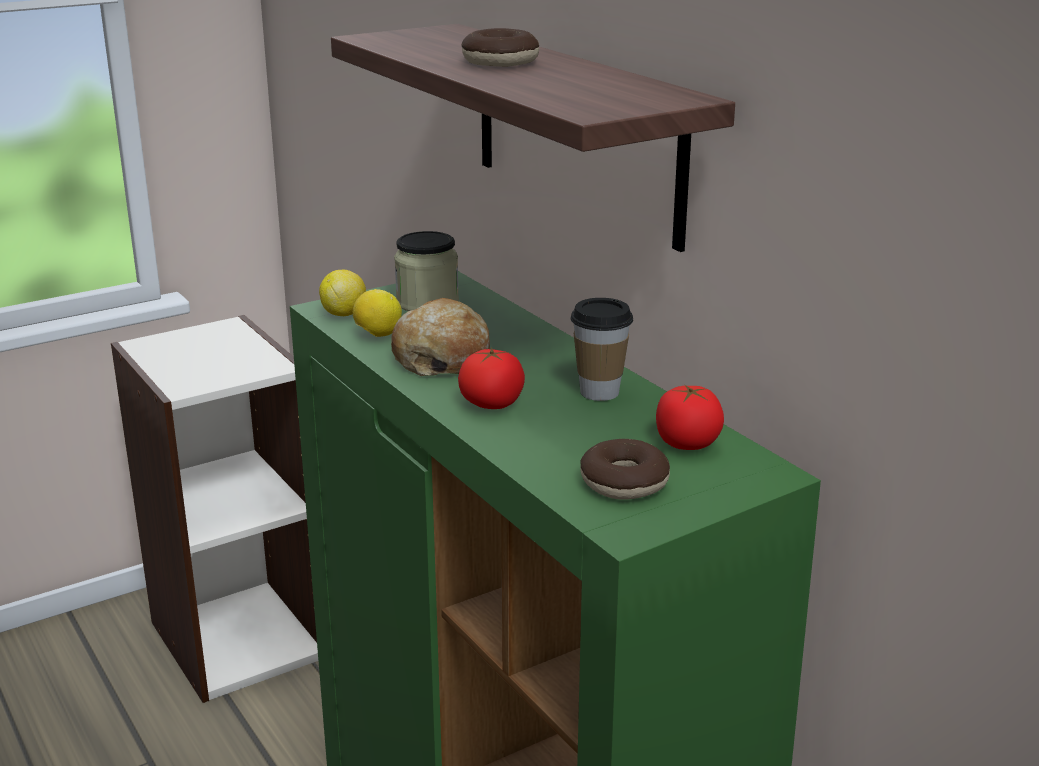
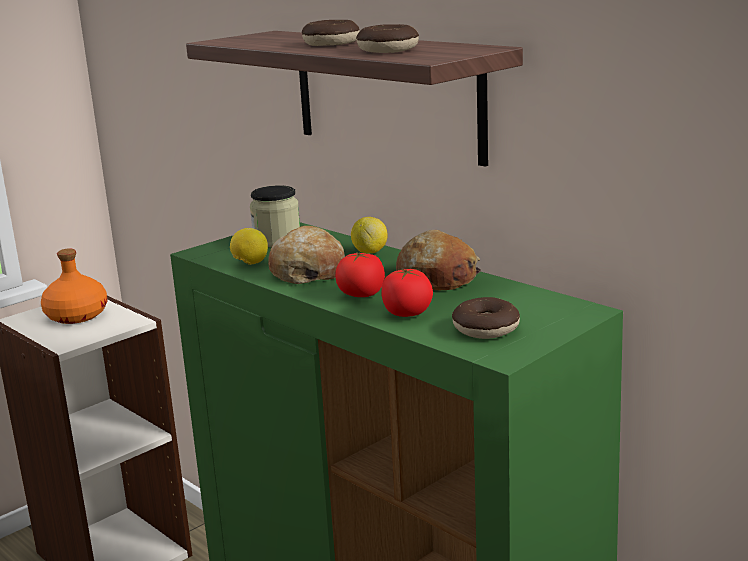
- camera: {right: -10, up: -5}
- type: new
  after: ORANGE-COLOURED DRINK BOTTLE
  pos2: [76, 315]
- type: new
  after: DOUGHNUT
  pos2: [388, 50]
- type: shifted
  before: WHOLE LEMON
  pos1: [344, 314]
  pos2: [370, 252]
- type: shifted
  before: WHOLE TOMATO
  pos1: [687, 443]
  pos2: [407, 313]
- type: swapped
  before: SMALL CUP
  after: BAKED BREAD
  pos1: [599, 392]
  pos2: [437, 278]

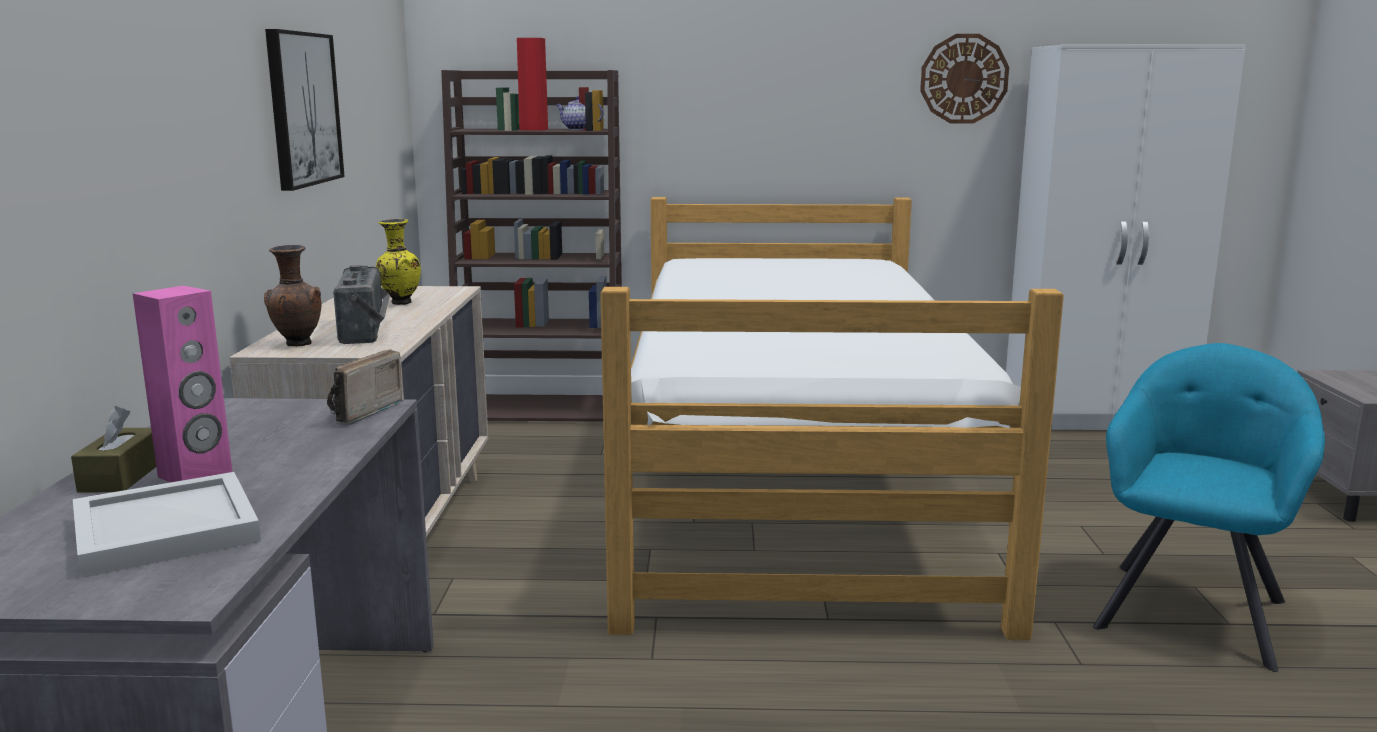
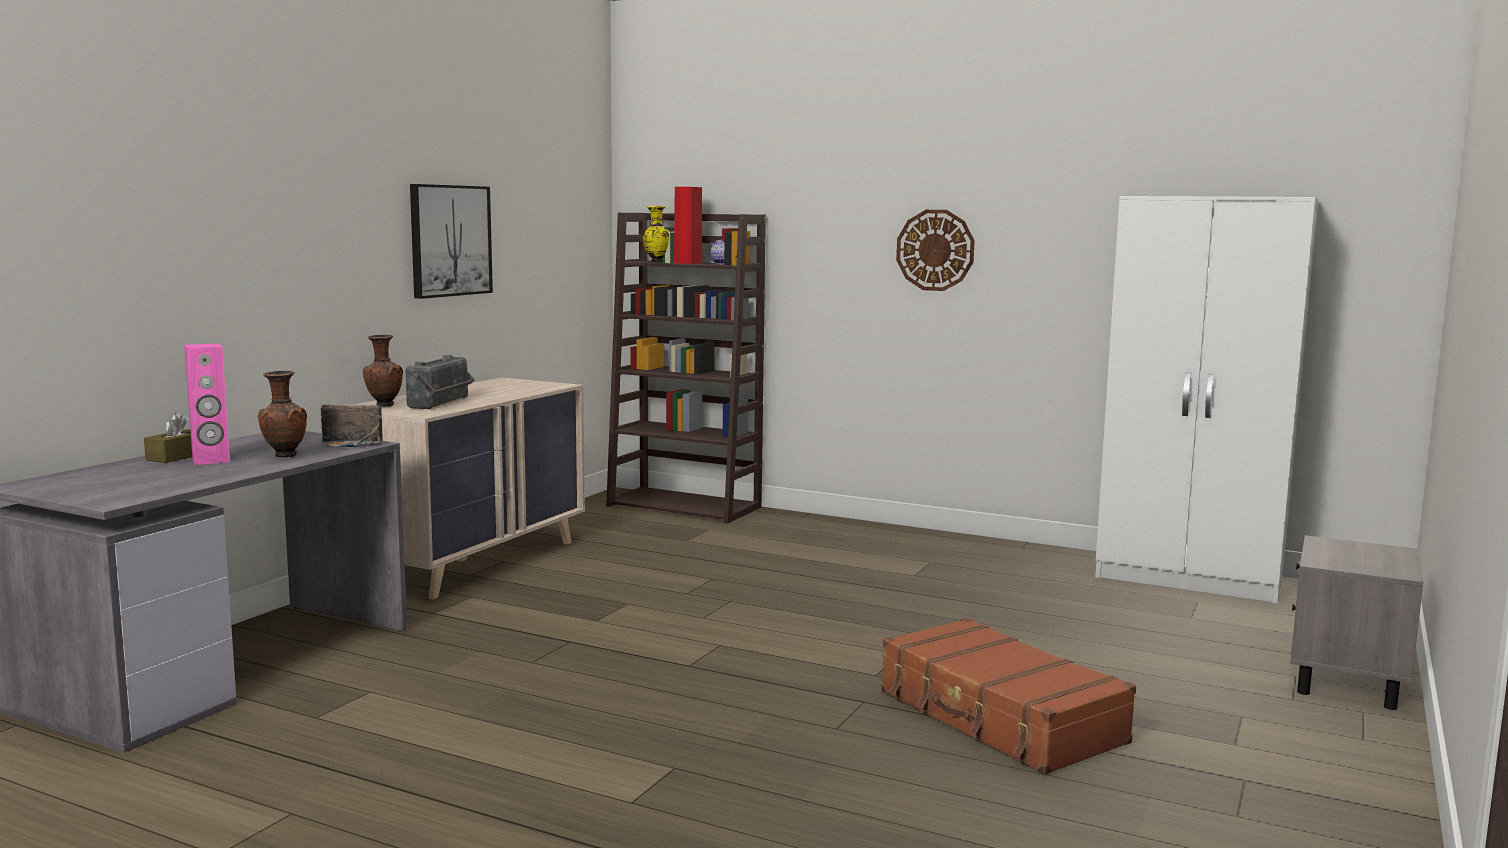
- camera: {right: 25, up: -5}
- type: gone
  before: WHITE SERVING TRAY
  pos1: [163, 531]
- type: gone
  before: SLEEPING BED
  pos1: [793, 488]
- type: new
  after: BROWN-COLOURED FLOWER VASE
  pos2: [284, 456]
- type: shifted
  before: YELLOWISH FLOWER VASE
  pos1: [399, 303]
  pos2: [656, 262]
- type: shifted
  before: HANGING CLOCK
  pos1: [964, 79]
  pos2: [935, 250]
- type: swapped
  before: TURQUOISE-COLOURED EASY CHAIR
  after: BROWN-COLOURED TRAVEL CASE
  pos1: [1192, 609]
  pos2: [999, 718]
- type: rotated
  before: RADIO
  pos1: [358, 413]
  pos2: [351, 445]
  turn: -135

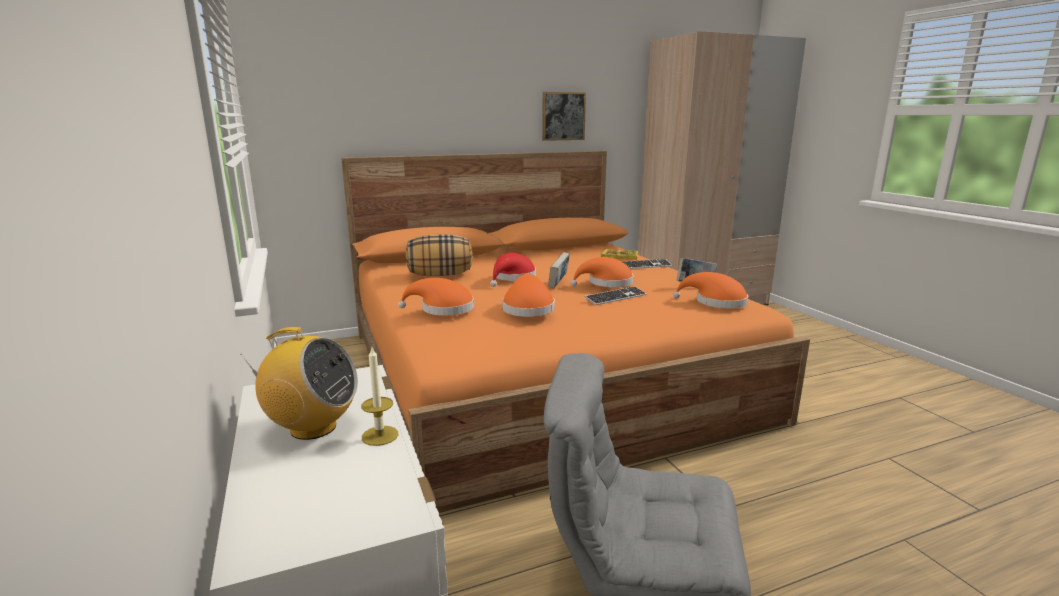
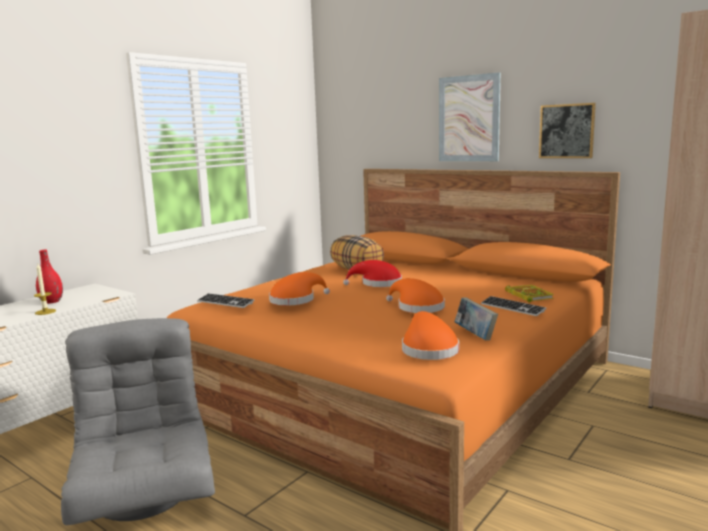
- camera: {right: 60, up: -5}
- type: gone
  before: ORANGE-COLOURED CLOTHING HAT
  pos1: [443, 309]
- type: gone
  before: BOUND BOOK
  pos1: [558, 284]
- type: new
  after: WALL PICTURE
  pos2: [469, 118]
- type: shifted
  before: COMPUTER KEYBOARD
  pos1: [616, 297]
  pos2: [225, 302]
- type: swapped
  before: RADIO
  after: REDDISH FLOWER VASE
  pos1: [312, 428]
  pos2: [51, 302]

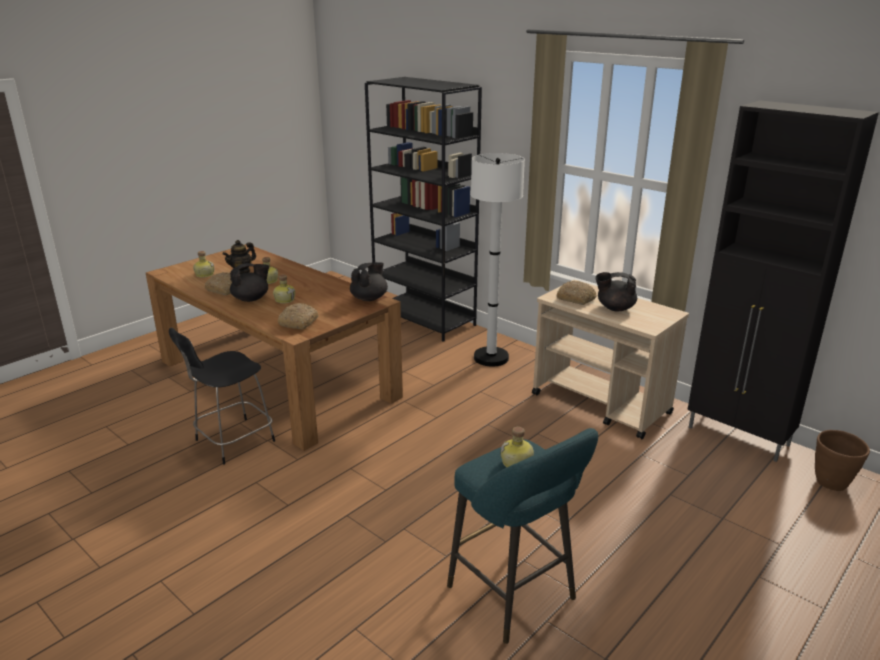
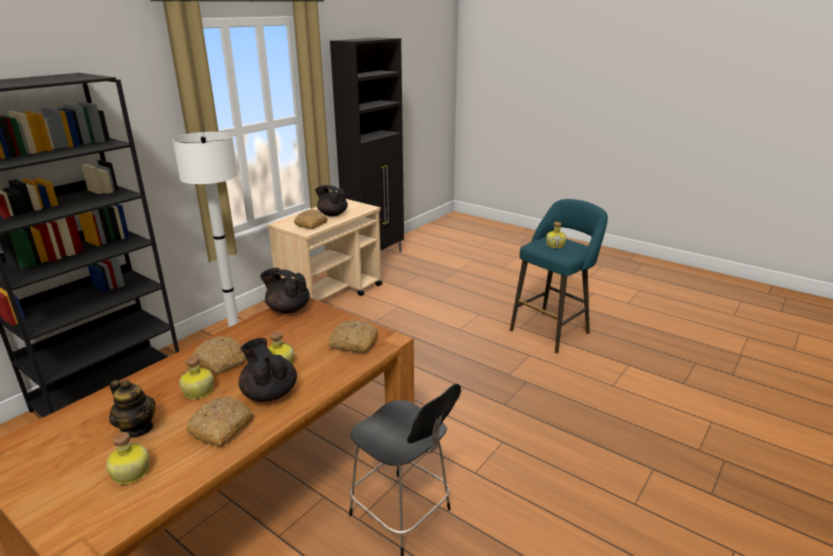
- camera: {right: -95, up: 0}
- type: gone
  before: BROWN-COLOURED PLANT POT
  pos1: [832, 484]
- type: new
  after: BAKED BREAD
  pos2: [222, 361]
- type: rotated
  before: BLACK-COLOURED POT FOR TEA
  pos1: [614, 308]
  pos2: [332, 214]
  turn: 120

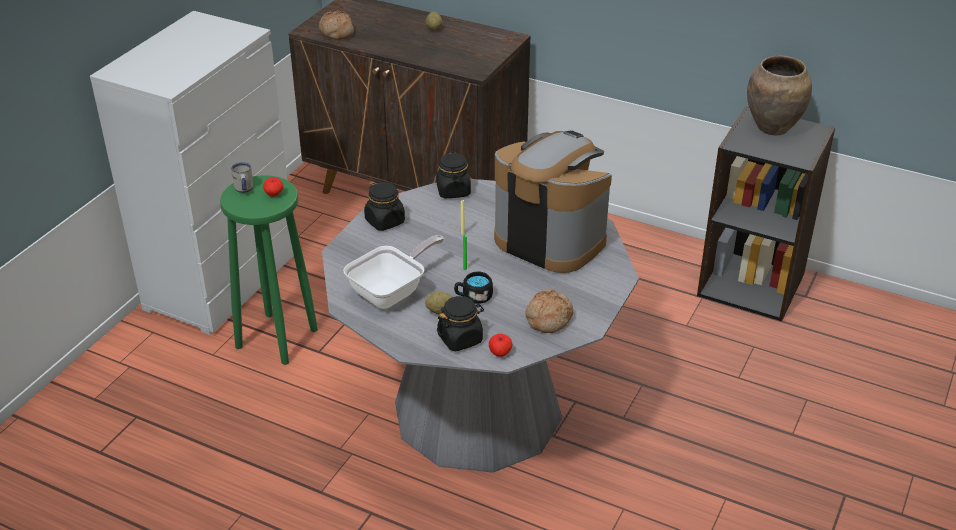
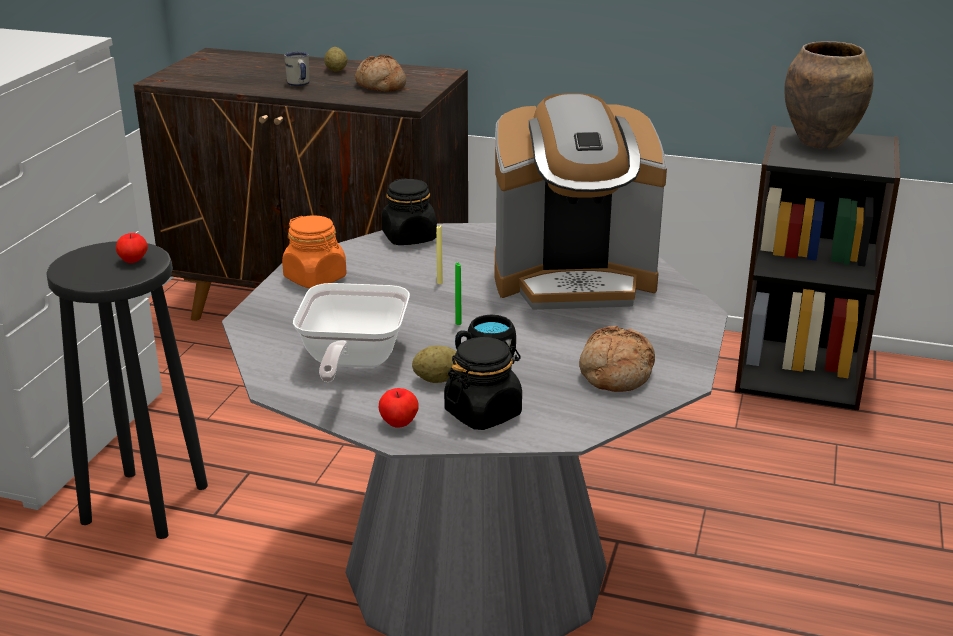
- camera: {right: -10, up: -10}
- type: shifted
  before: WHITE TEA MUG
  pos1: [244, 190]
  pos2: [299, 84]
- type: shifted
  before: BAKED BREAD
  pos1: [336, 32]
  pos2: [380, 86]
- type: shifted
  before: WHOLE APPLE
  pos1: [500, 353]
  pos2: [399, 423]
- type: repainted
  before: GREEN-COLOURED SITTING STOOL
  after: BLACK-COLOURED SITTING STOOL
  pos1: [277, 337]
  pos2: [146, 503]
- type: repainted
  before: BLACK-COLOURED JAR
  after: ORANGE-COLOURED JAR
  pos1: [385, 221]
  pos2: [315, 278]
- type: rotated
  before: PAN
  pos1: [392, 292]
  pos2: [351, 362]
  turn: 150
- type: rotated
  before: COFFEE MACHINE
  pos1: [550, 239]
  pos2: [574, 280]
  turn: 150

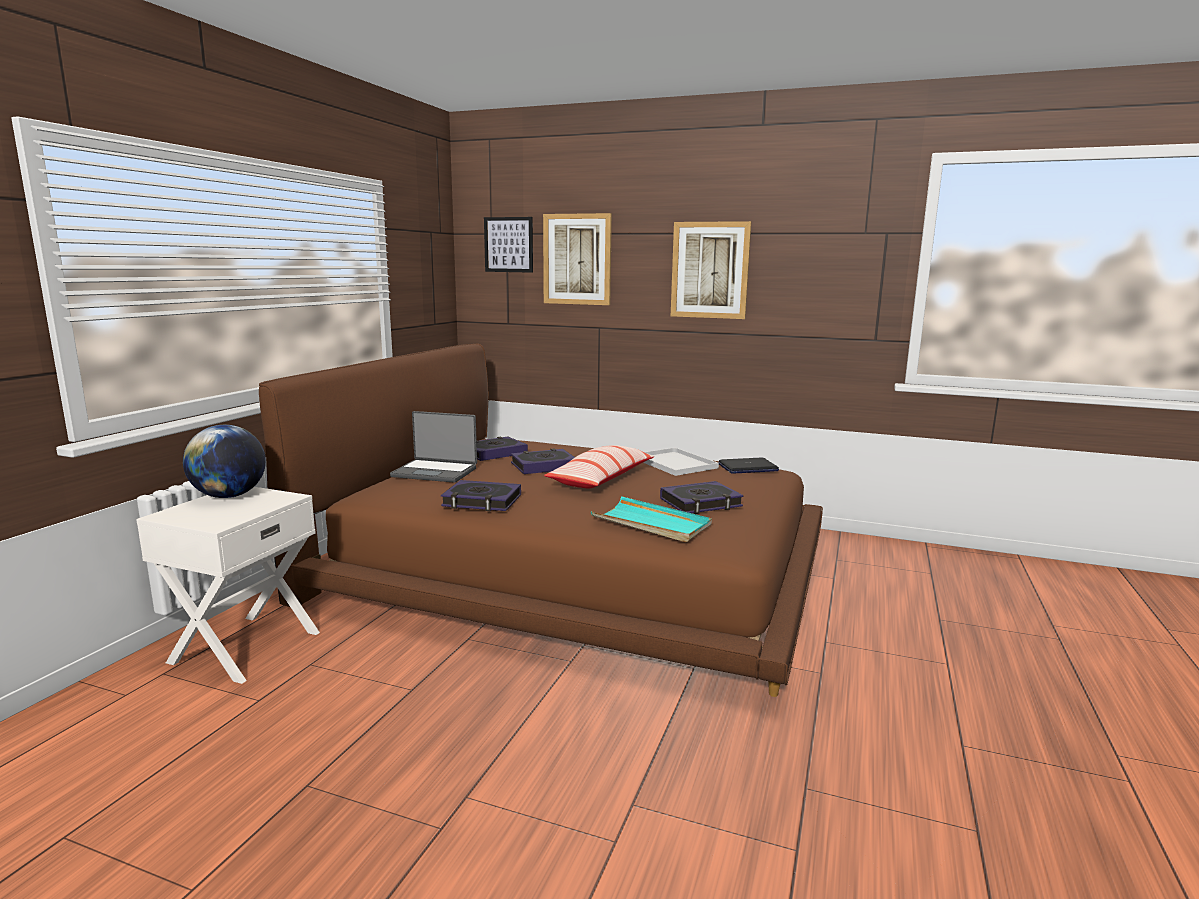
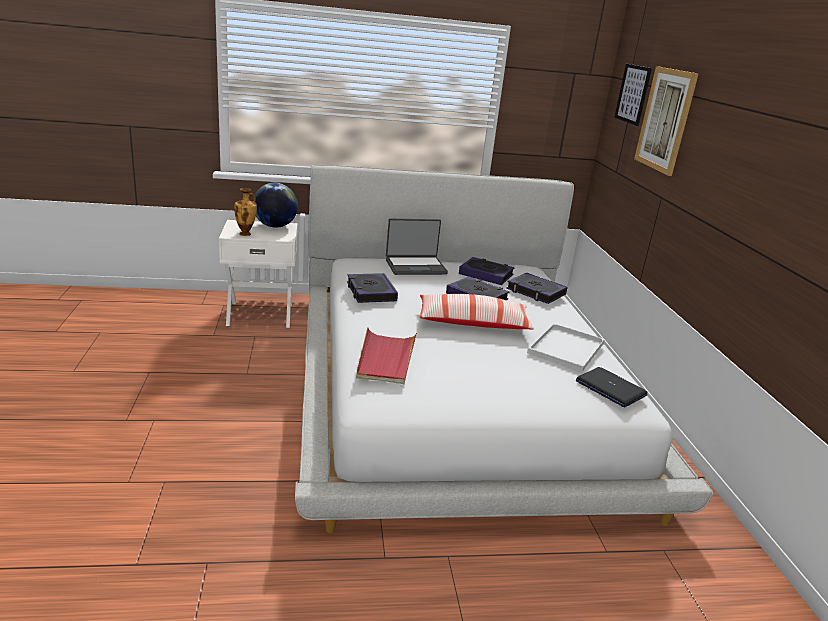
- camera: {right: 60, up: 10}
- type: gone
  before: WALL PICTURE
  pos1: [710, 270]
- type: new
  after: FLOWER VASE
  pos2: [246, 234]
- type: shifted
  before: BOUND BOOK
  pos1: [701, 503]
  pos2: [535, 292]
- type: repainted
  before: BROWN-COLOURED SLEEPING BED
  after: WHITE SLEEPING BED
  pos1: [575, 570]
  pos2: [456, 390]
- type: repainted
  before: TURQUOISE-COLOURED SERVING TRAY
  after: REDDISH SERVING TRAY
  pos1: [652, 523]
  pos2: [386, 359]
- type: rotated
  before: PORTABLE COMPUTER
  pos1: [435, 472]
  pos2: [415, 266]
  turn: -90

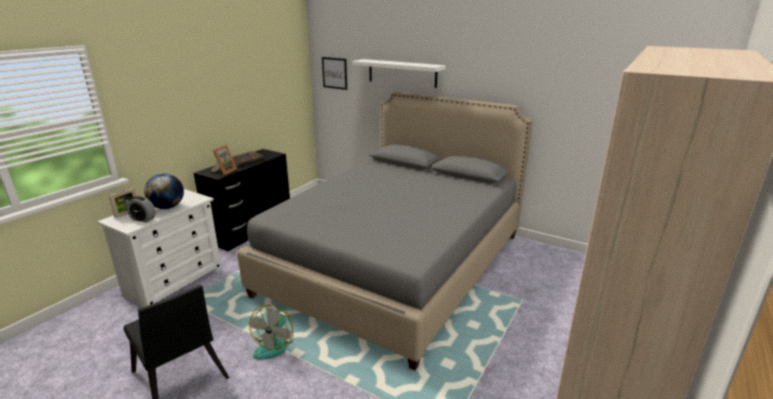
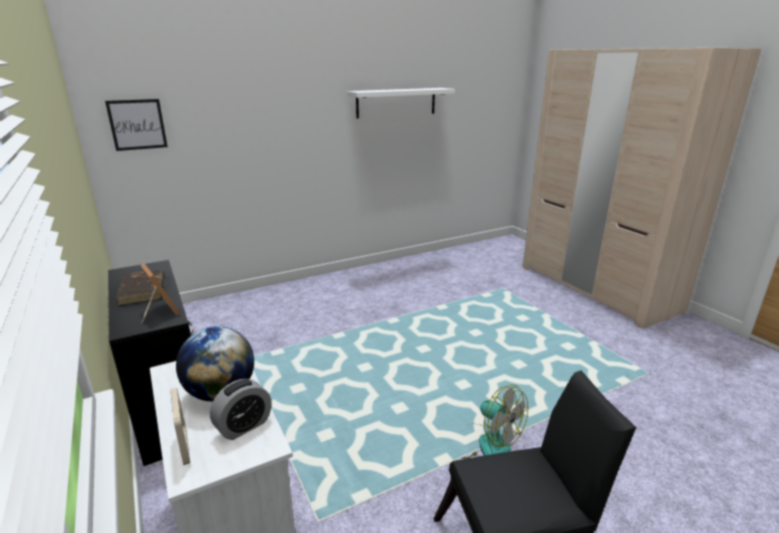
- camera: {right: -60, up: 0}
- type: gone
  before: GRAY SLEEPING BED
  pos1: [396, 263]
- type: shifted
  before: WHITE WALL SHELF
  pos1: [402, 73]
  pos2: [396, 102]

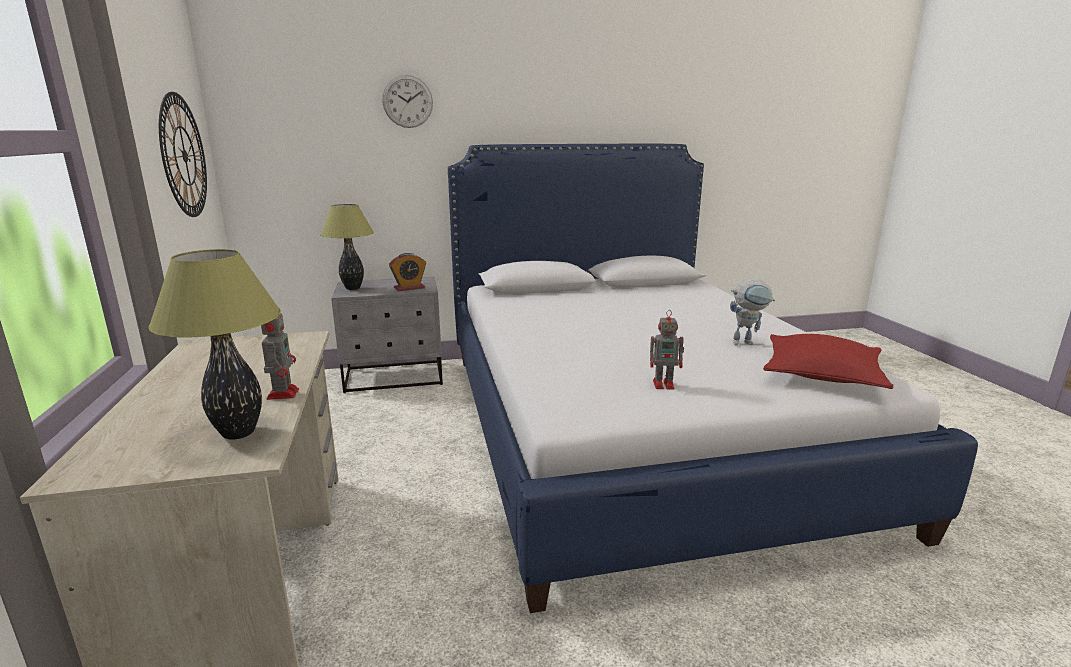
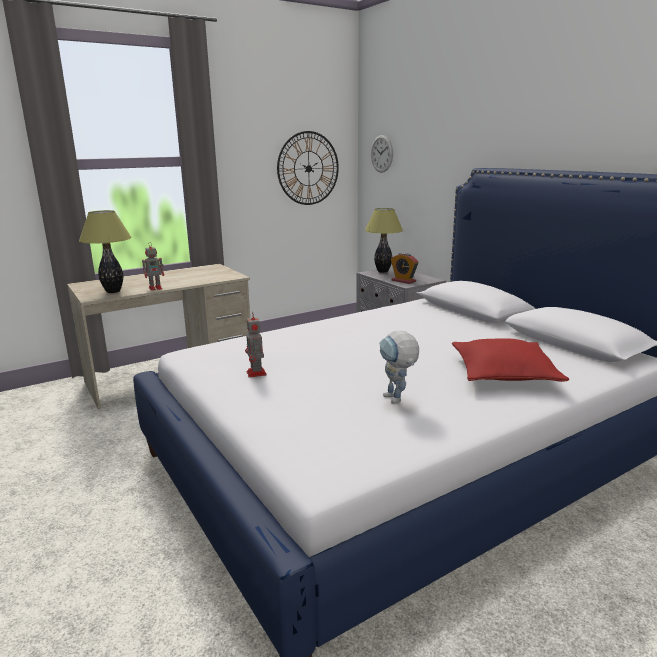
- camera: {right: 70, up: 0}
- type: shifted
  before: HANGING CLOCK
  pos1: [407, 101]
  pos2: [381, 154]
- type: shifted
  before: REDDISH PILLOW
  pos1: [822, 374]
  pos2: [504, 373]

